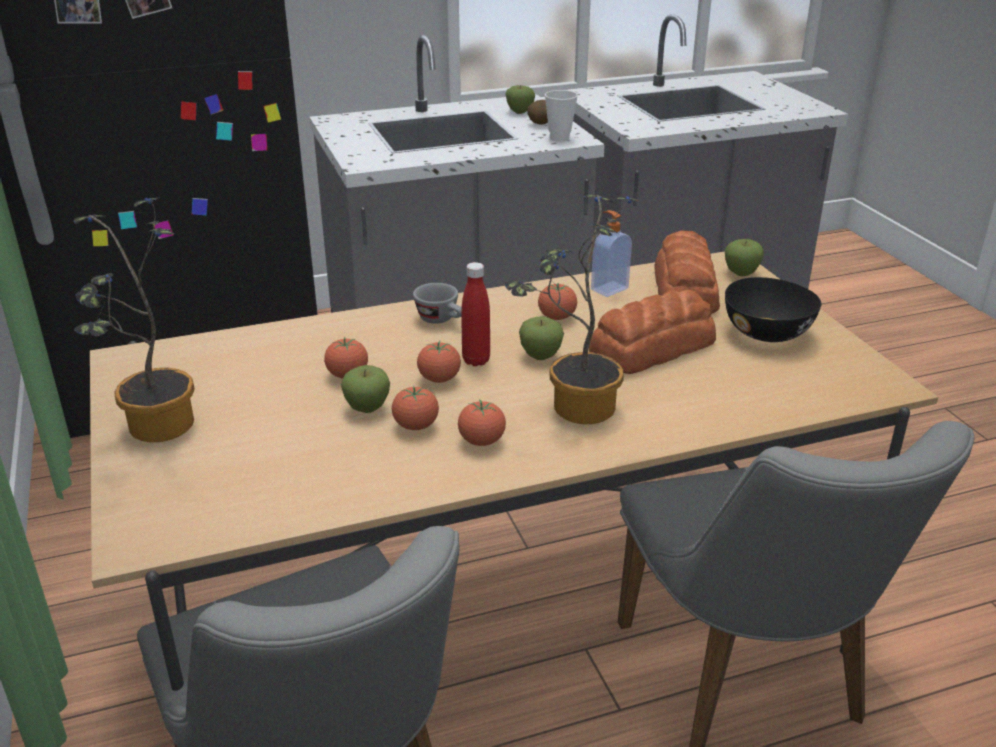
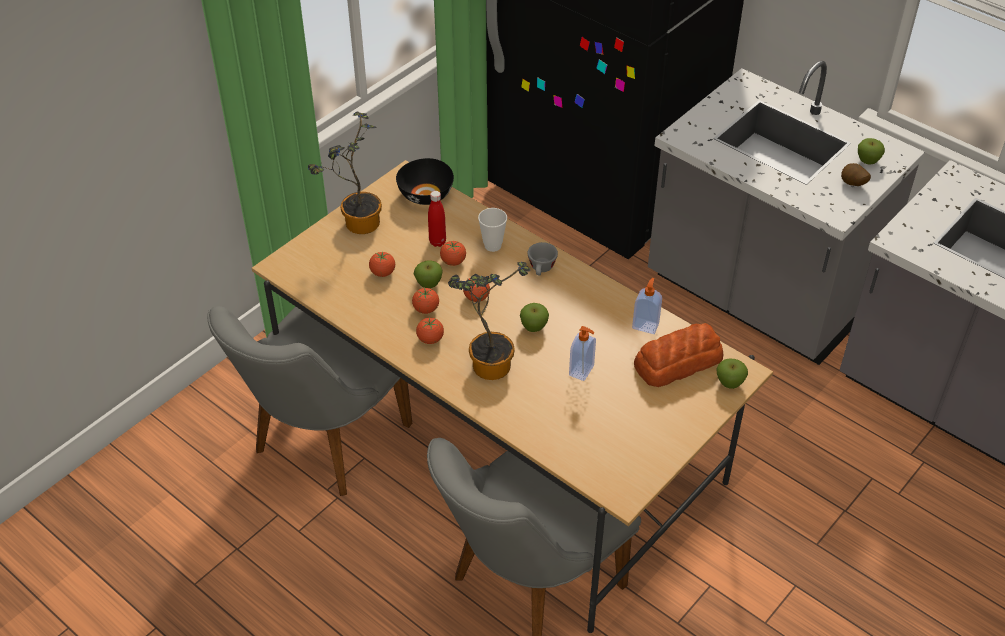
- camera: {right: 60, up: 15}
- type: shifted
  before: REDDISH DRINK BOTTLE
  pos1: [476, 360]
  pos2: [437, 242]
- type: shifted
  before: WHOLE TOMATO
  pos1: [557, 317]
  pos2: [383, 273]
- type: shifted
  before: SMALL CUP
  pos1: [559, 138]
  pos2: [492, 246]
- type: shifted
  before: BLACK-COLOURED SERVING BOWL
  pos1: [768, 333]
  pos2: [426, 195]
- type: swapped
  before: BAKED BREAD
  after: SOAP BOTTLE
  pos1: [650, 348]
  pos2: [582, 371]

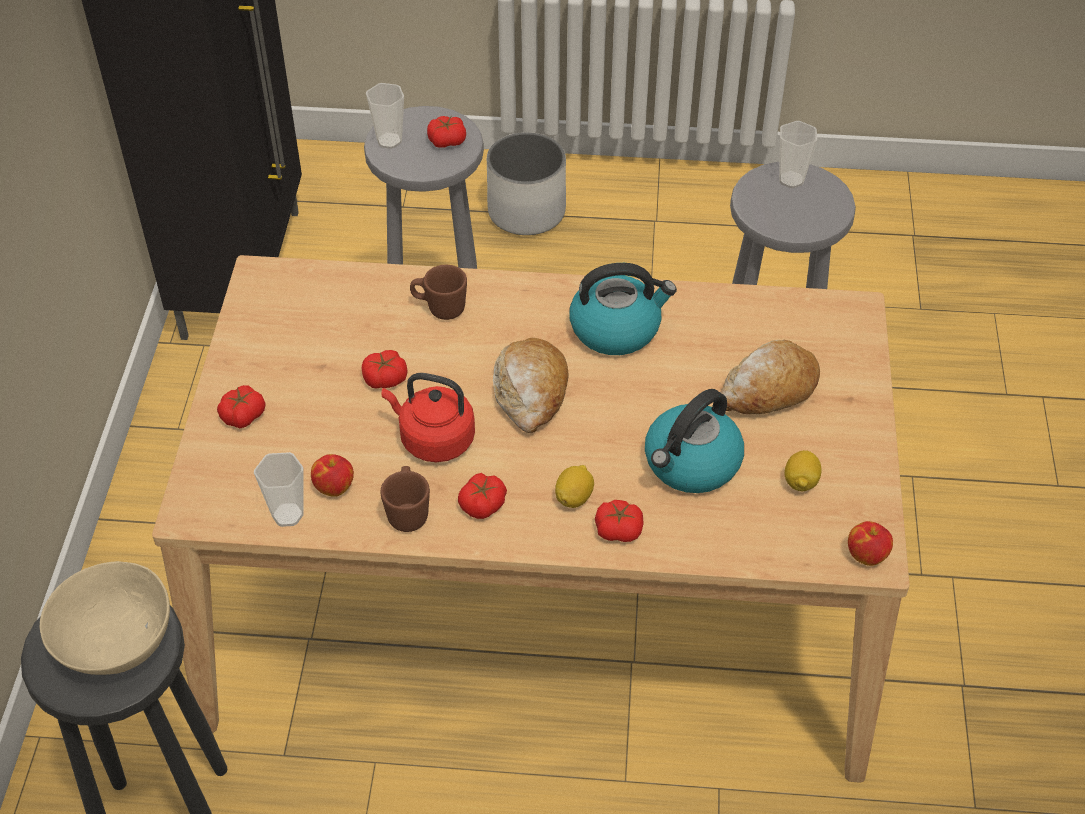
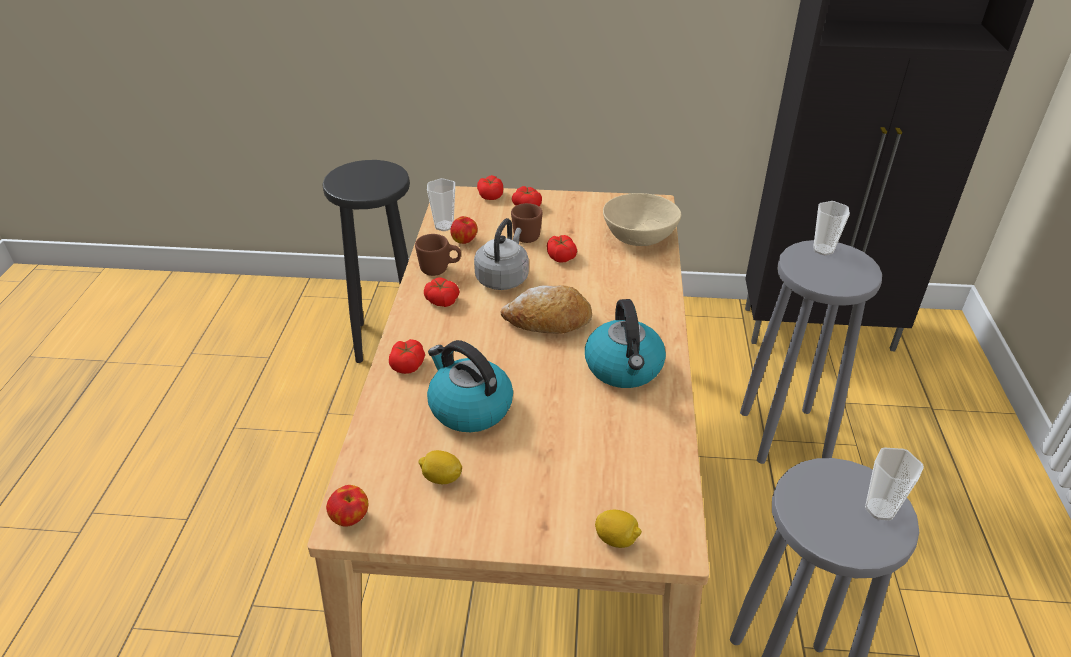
- camera: {right: 90, up: -10}
- type: gone
  before: WHITE PLANT POT
  pos1: [527, 211]
- type: gone
  before: BAKED BREAD
  pos1: [768, 390]
- type: shifted
  before: BEIGE-COLOURED SERVING BOWL
  pos1: [115, 641]
  pos2: [639, 236]
- type: shifted
  before: BROWN-COLOURED TEA MUG
  pos1: [439, 308]
  pos2: [528, 234]
- type: shifted
  before: WHOLE TOMATO
  pos1: [447, 140]
  pos2: [490, 195]
- type: shifted
  before: WHOLE LEMON
  pos1: [574, 497]
  pos2: [616, 539]
- type: repainted
  before: REDDISH KETTLE
  after: GRAY KETTLE
  pos1: [433, 439]
  pos2: [503, 278]

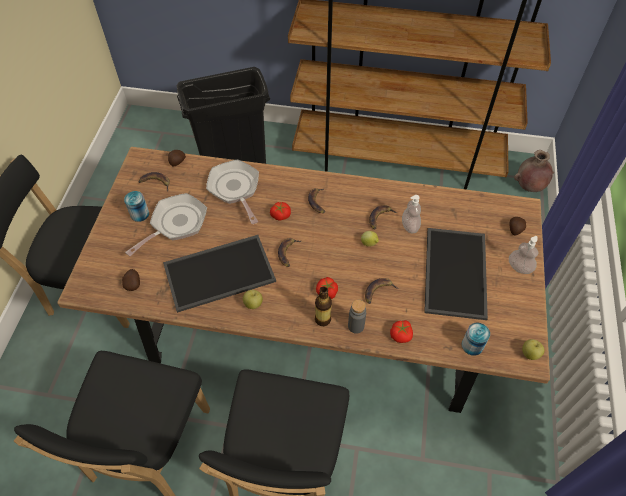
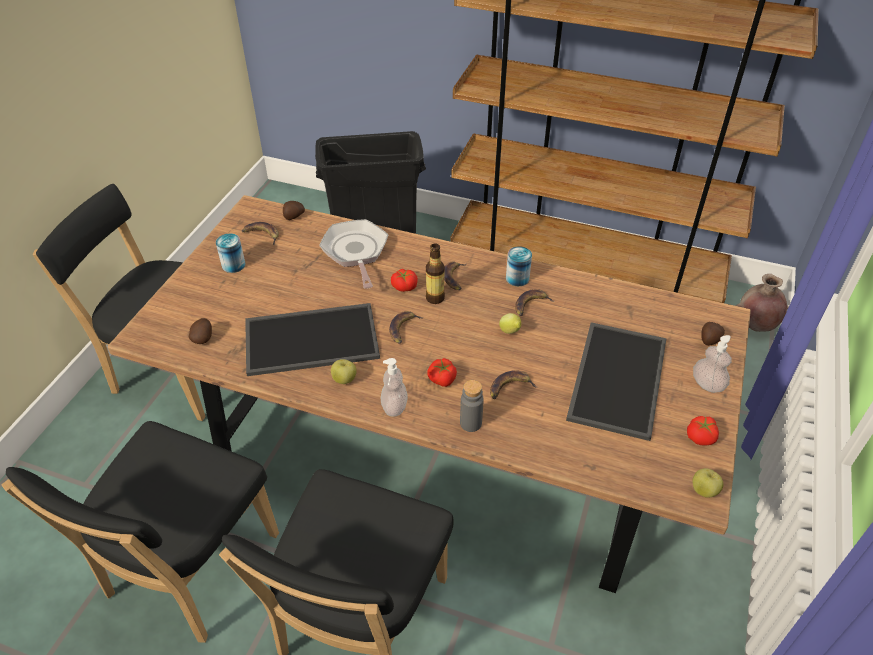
- camera: {right: 10, up: -10}
- type: gone
  before: PAN
  pos1: [175, 224]
- type: shifted
  before: DRINK BOTTLE
  pos1: [323, 319]
  pos2: [435, 298]
- type: shifted
  before: WHOLE TOMATO
  pos1: [401, 335]
  pos2: [701, 437]
- type: shifted
  before: SOAP BOTTLE
  pos1: [410, 226]
  pos2: [394, 406]
- type: shifted
  before: SEALED CAN
  pos1: [472, 345]
  pos2: [517, 278]

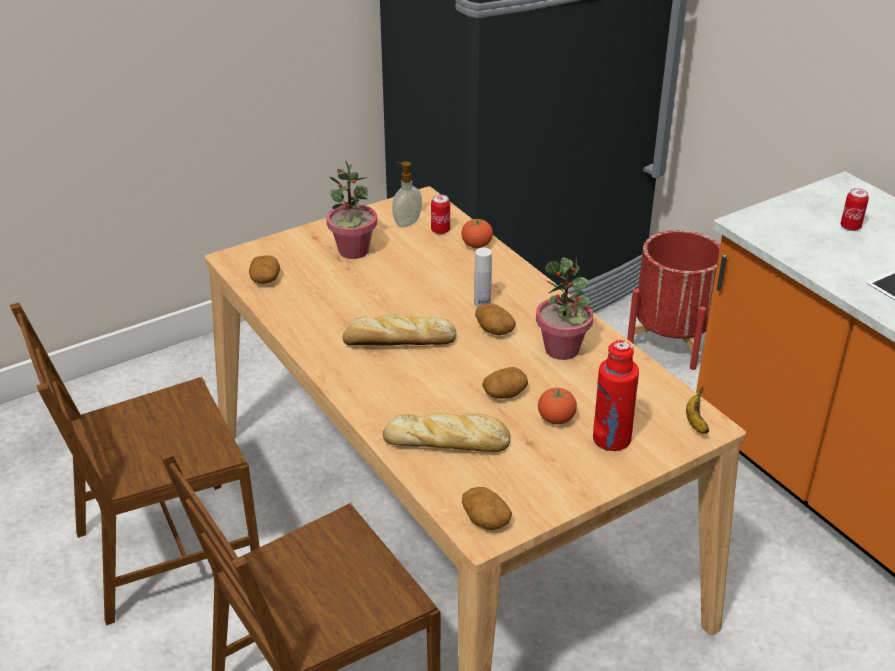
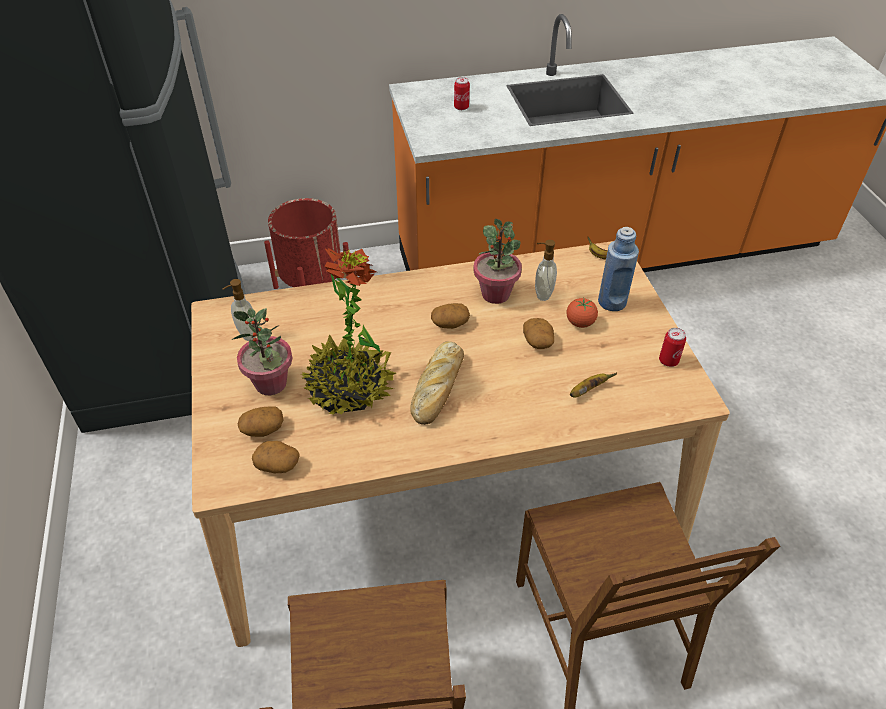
- camera: {right: -70, up: 10}
- type: gone
  before: WHOLE TOMATO
  pos1: [476, 245]
- type: gone
  before: WHITE DRINK BOTTLE
  pos1: [482, 303]
- type: new
  after: PLANT IN A POT
  pos2: [349, 389]
- type: new
  after: SOAP BOTTLE
  pos2: [542, 293]
- type: shifted
  before: SEALED CAN
  pos1: [440, 230]
  pos2: [668, 361]
- type: shifted
  before: SPUD
  pos1: [485, 519]
  pos2: [262, 429]
- type: swapped
  before: BAKED BREAD
  after: BANANA
  pos1: [449, 442]
  pos2: [587, 390]
- type: repainted
  before: REDDISH DRINK BOTTLE
  after: BLUE DRINK BOTTLE
  pos1: [611, 439]
  pos2: [612, 302]

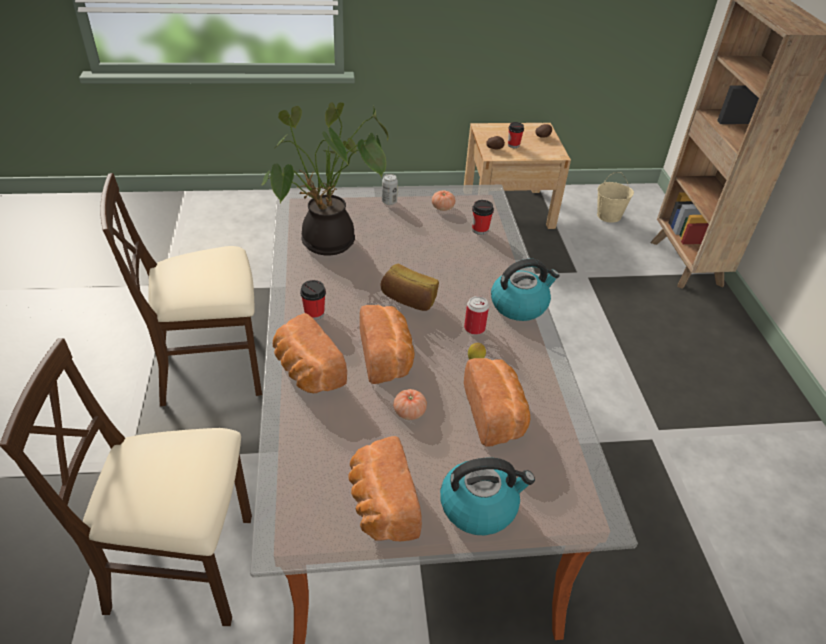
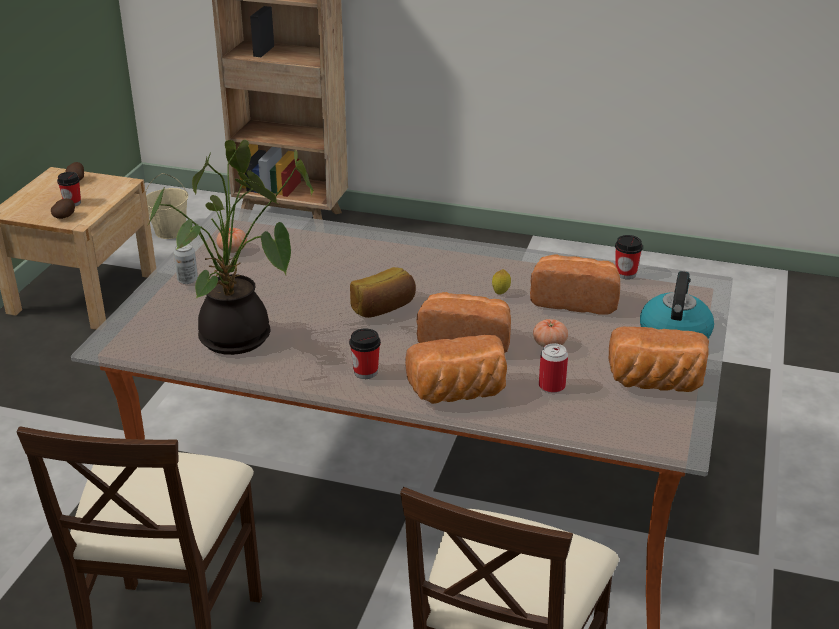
- camera: {right: -65, up: -10}
- type: gone
  before: KETTLE
  pos1: [519, 305]
- type: shifted
  before: SEALED CAN
  pos1: [474, 328]
  pos2: [552, 386]
- type: shifted
  before: SMALL CUP
  pos1: [480, 230]
  pos2: [625, 274]

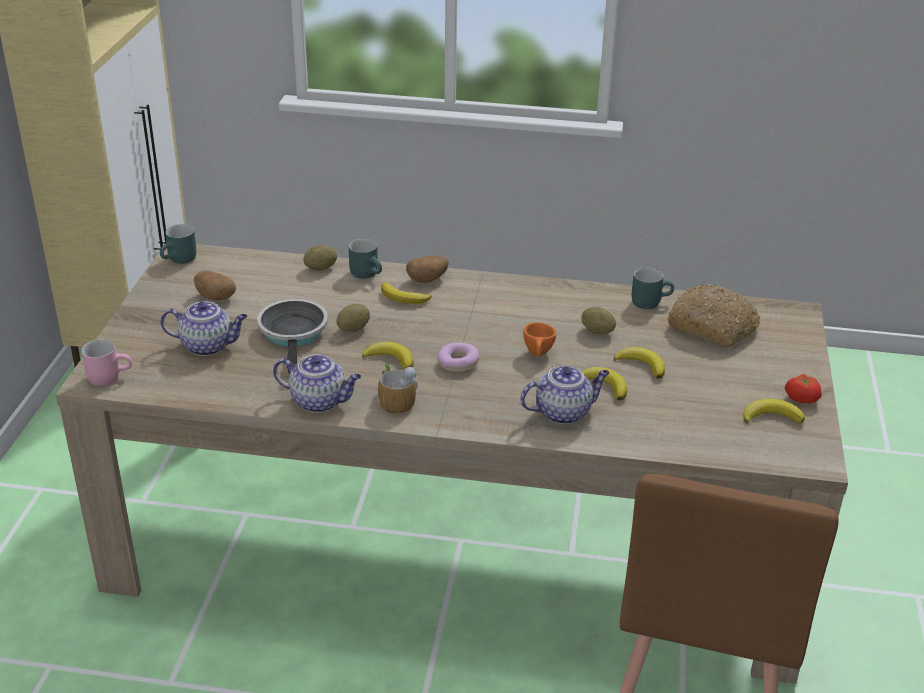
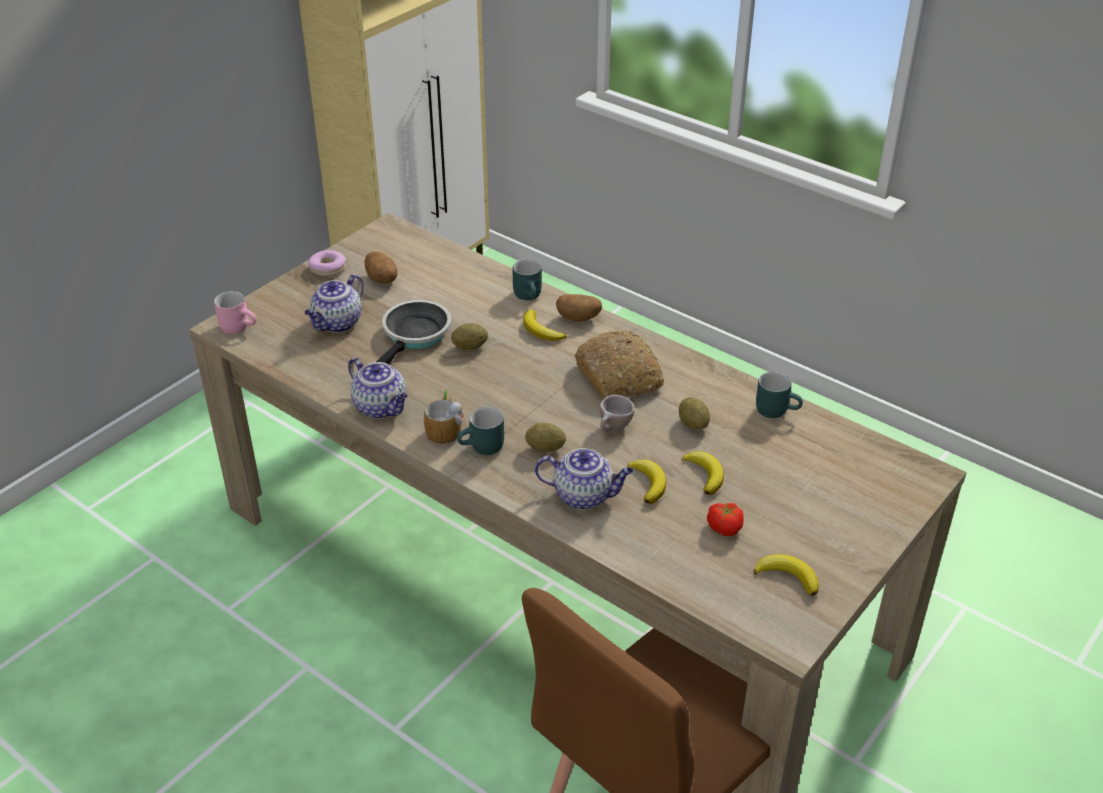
- camera: {right: 30, up: 5}
- type: gone
  before: BANANA
  pos1: [390, 359]
- type: shifted
  before: TURQUOISE-COLOURED TEA MUG
  pos1: [180, 260]
  pos2: [483, 448]
- type: shifted
  before: SPUD
  pos1: [320, 268]
  pos2: [545, 448]
- type: shifted
  before: DOUGHNUT
  pos1: [458, 363]
  pos2: [328, 268]
- type: shifted
  before: BAKED BREAD
  pos1: [713, 327]
  pos2: [619, 376]
- type: shifted
  before: WHOLE TOMATO
  pos1: [802, 397]
  pos2: [725, 527]
- type: repainted
  before: ORANGE-COLOURED SMALL CUP
  after: BEIGE-COLOURED SMALL CUP
  pos1: [538, 355]
  pos2: [613, 429]
- type: rotated
  before: POT FOR TEA
  pos1: [208, 346]
  pos2: [337, 324]
  turn: 90

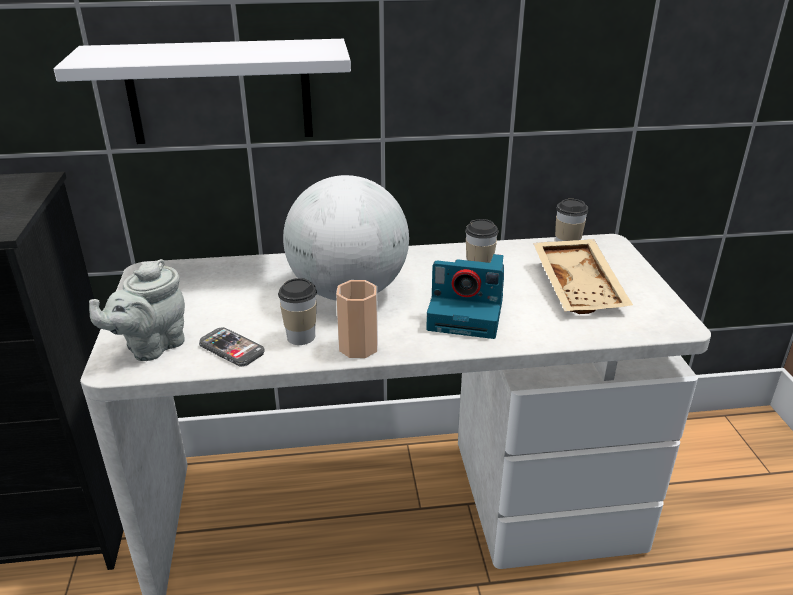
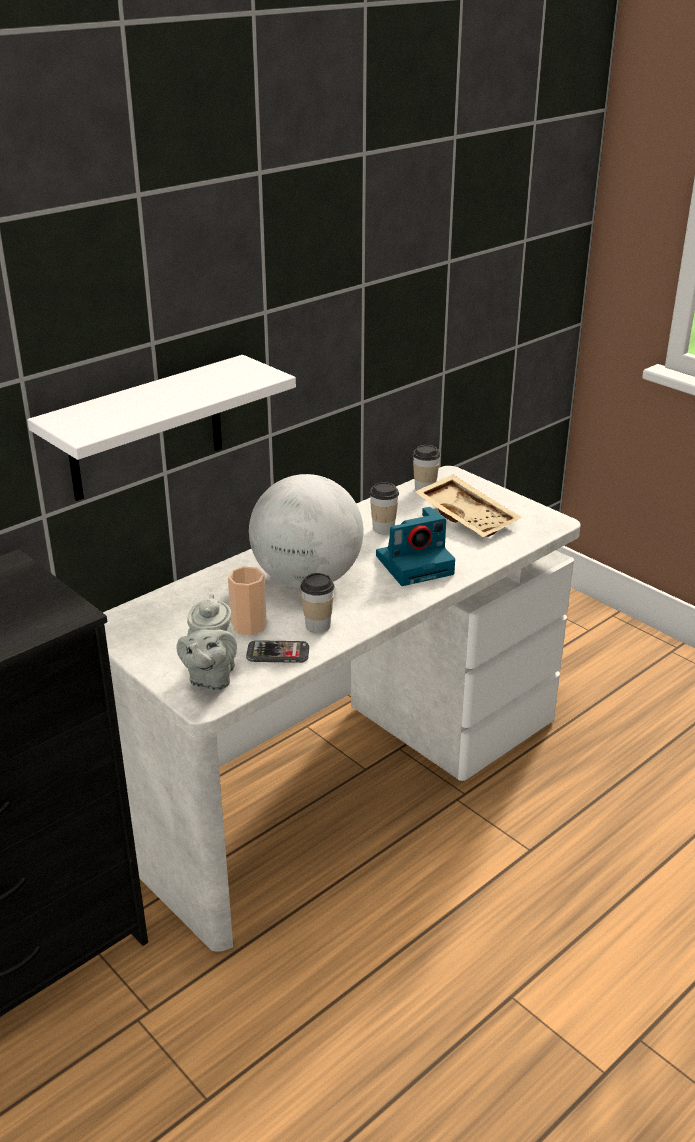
- camera: {right: -35, up: 0}
- type: shifted
  before: SMALL CUP
  pos1: [358, 347]
  pos2: [248, 625]

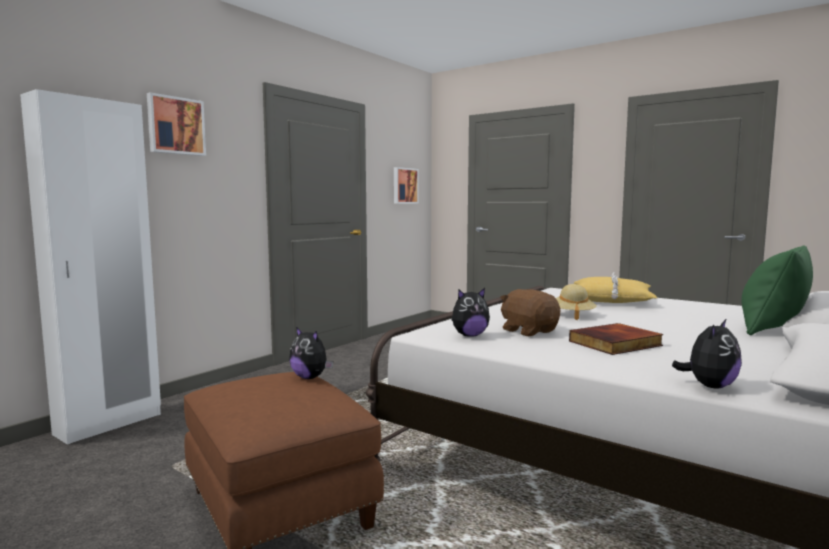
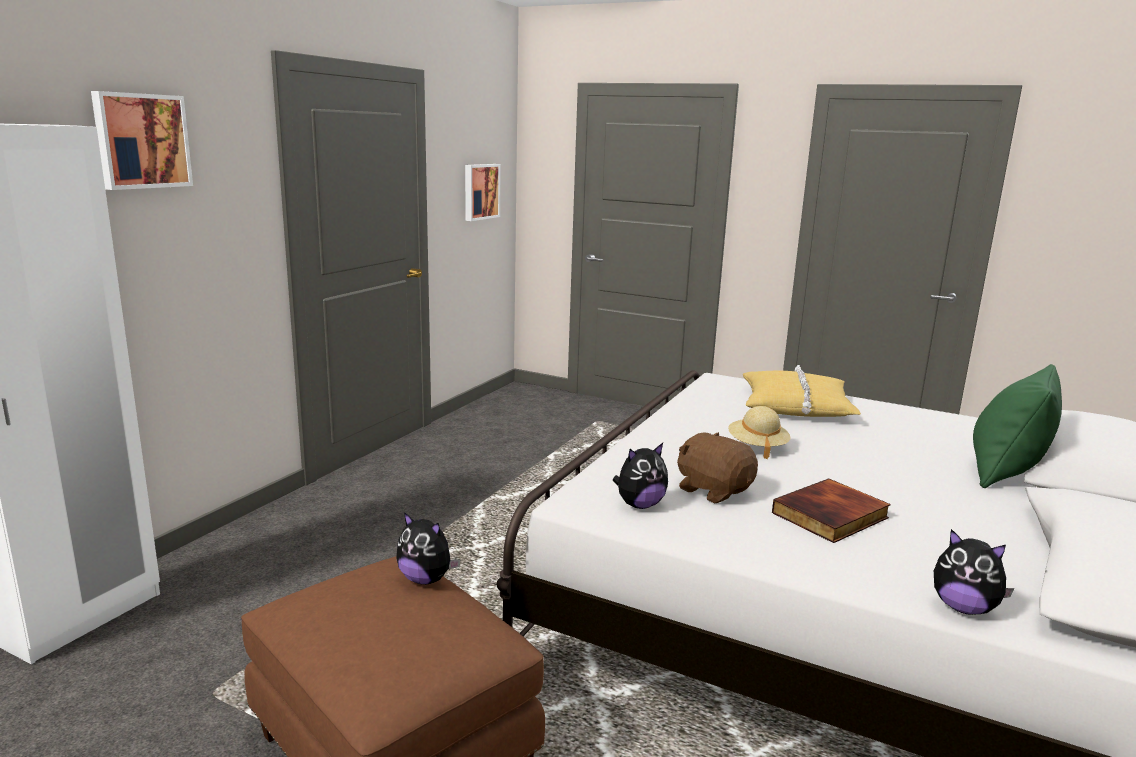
- camera: {right: -10, up: 10}
- type: rotated
  before: PLUSH TOY
  pos1: [709, 386]
  pos2: [963, 608]
  turn: 90

